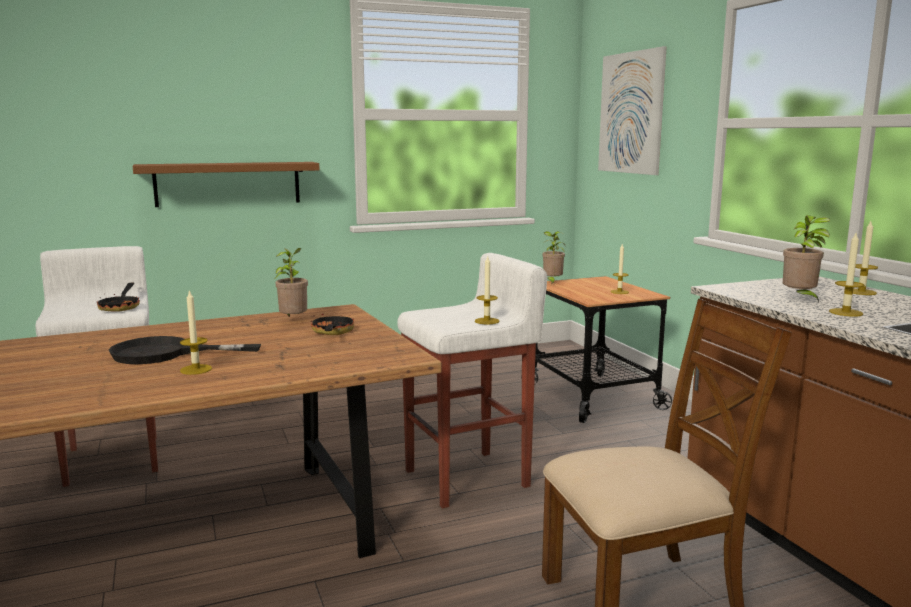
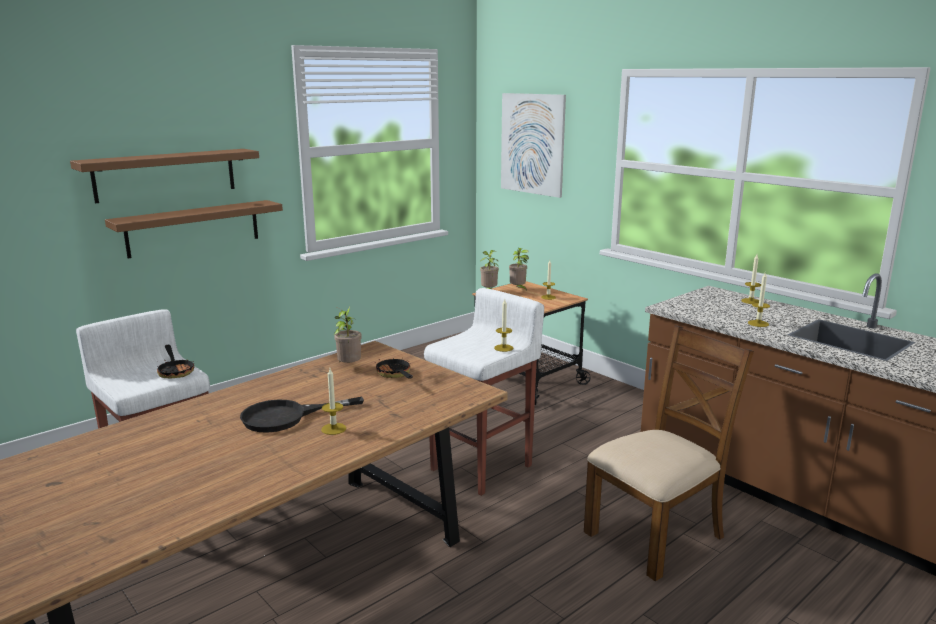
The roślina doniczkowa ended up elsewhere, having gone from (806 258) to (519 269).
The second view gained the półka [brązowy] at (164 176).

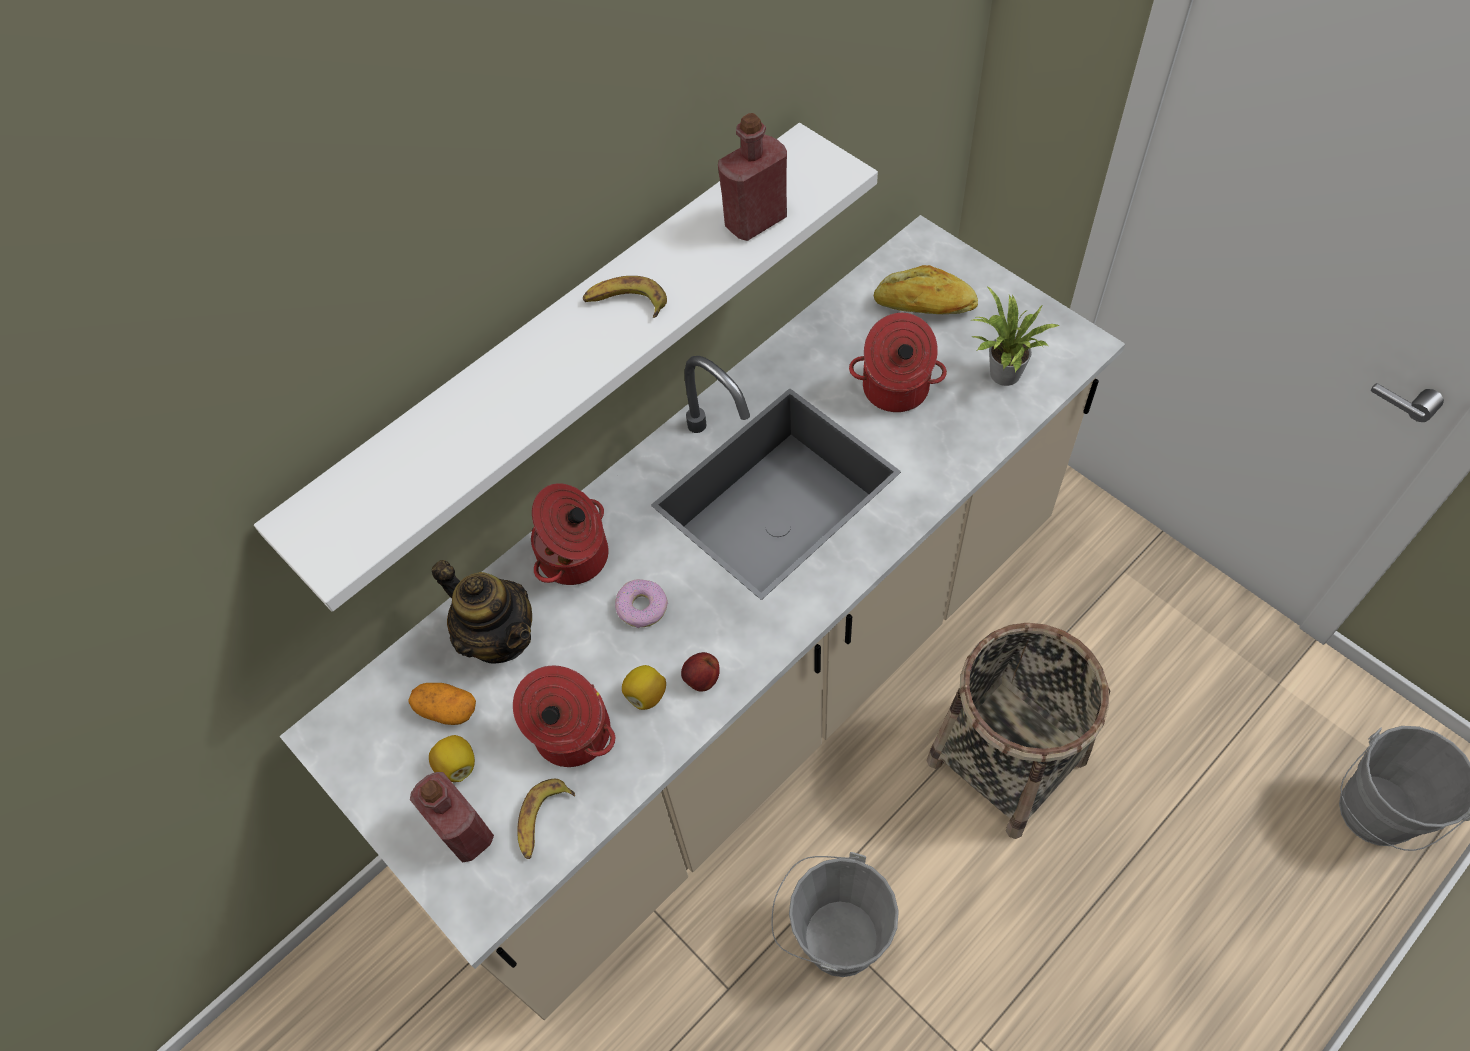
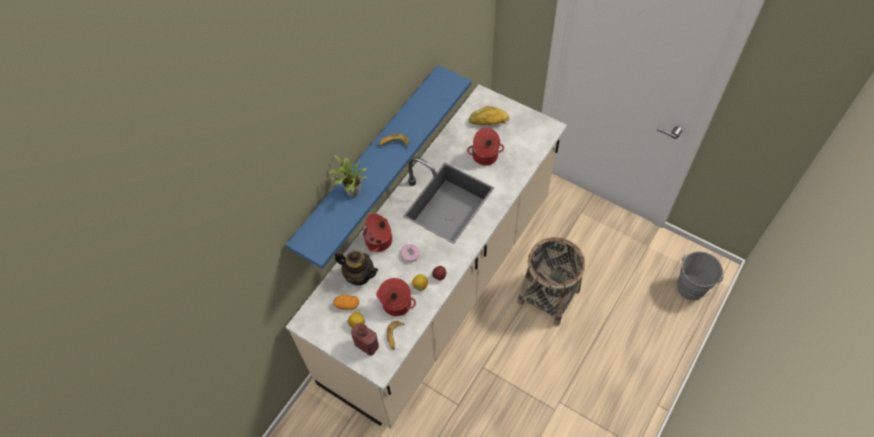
The second view lost the butelka [czerwony] at (752 177).
What was the półka [biały] at (566 367) turned into the półka [niebieski] at (378 167).
The roślina doniczkowa ended up elsewhere, having gone from (1016 336) to (347 176).
The second view lost the wiadro [szary] at (835 914).

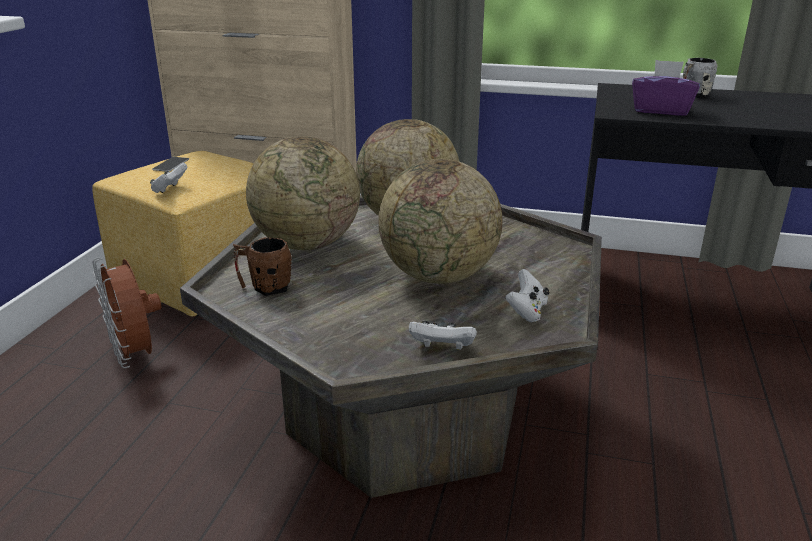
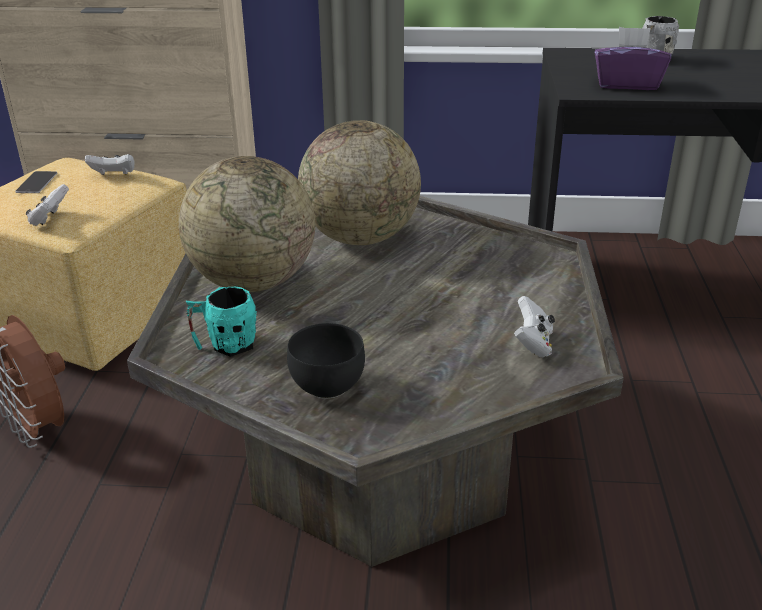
The second view lost the globus at (440 221).
What was the kubek [brązowy] at (262 266) turned into the kubek [turkusowy] at (221 322).
The pad do gier [biały] ended up elsewhere, having gone from (443 335) to (110 164).
The second view gained the miska [czarny] at (326 361).

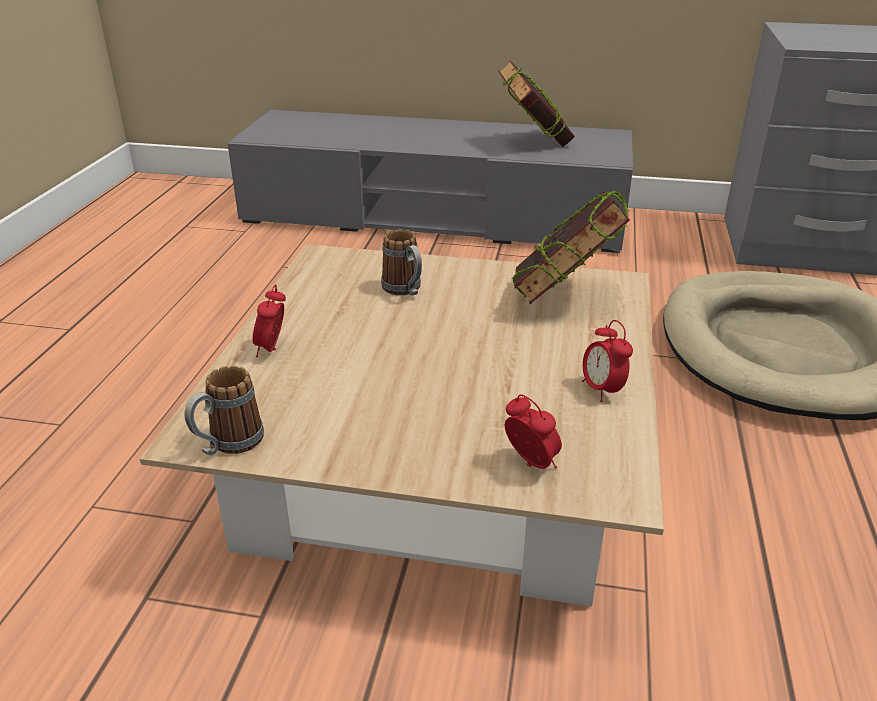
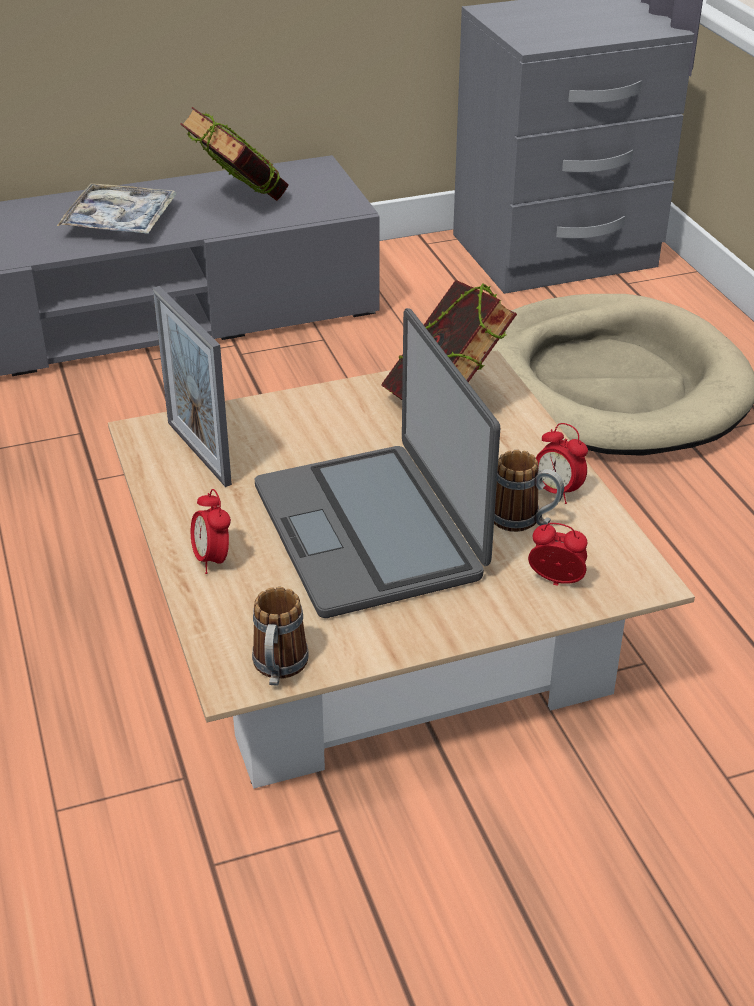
The kubek ended up elsewhere, having gone from (401 262) to (529 491).
The second view gained the taca at (116 208).
The second view gained the ramka na zdjęcie at (192 386).
The second view gained the laptop at (377 463).

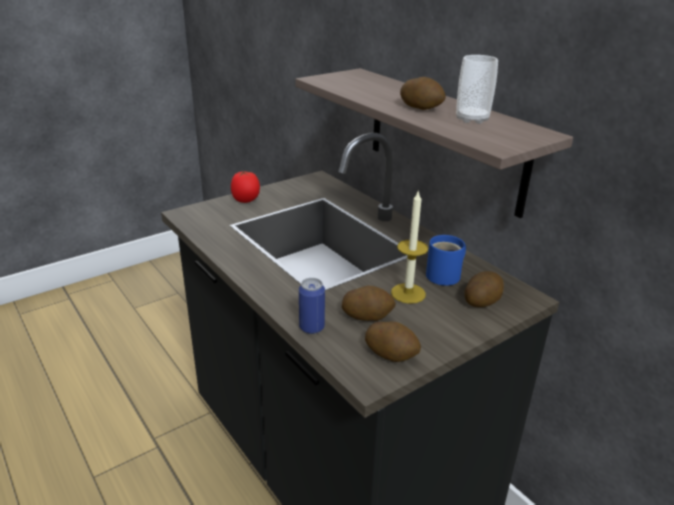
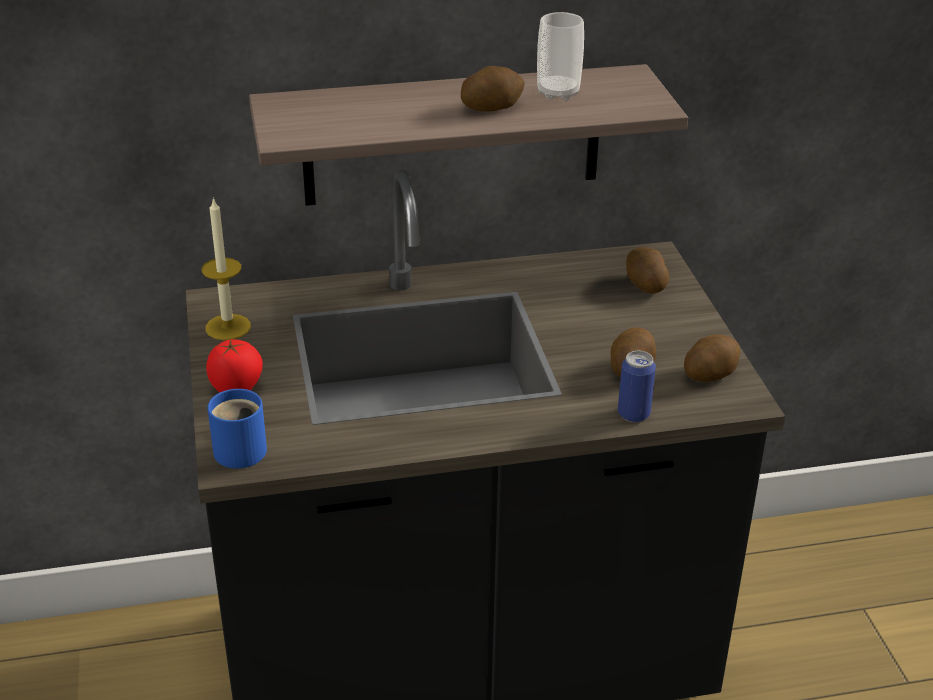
The świeca ended up elsewhere, having gone from (409 247) to (226 268).
The kubek [niebieski] ended up elsewhere, having gone from (446 260) to (237 429).

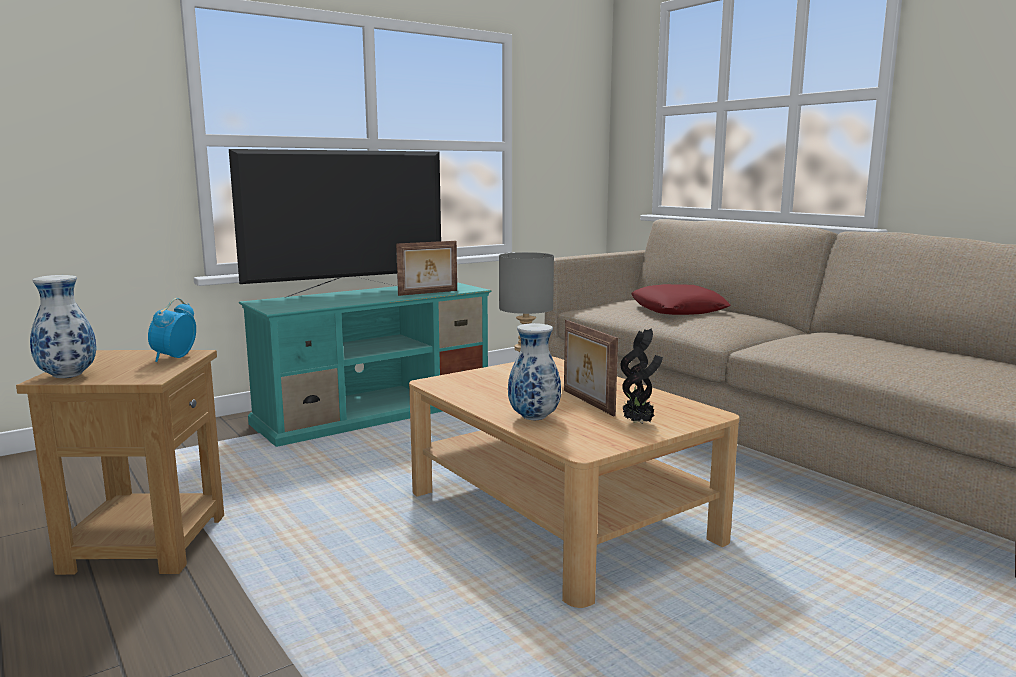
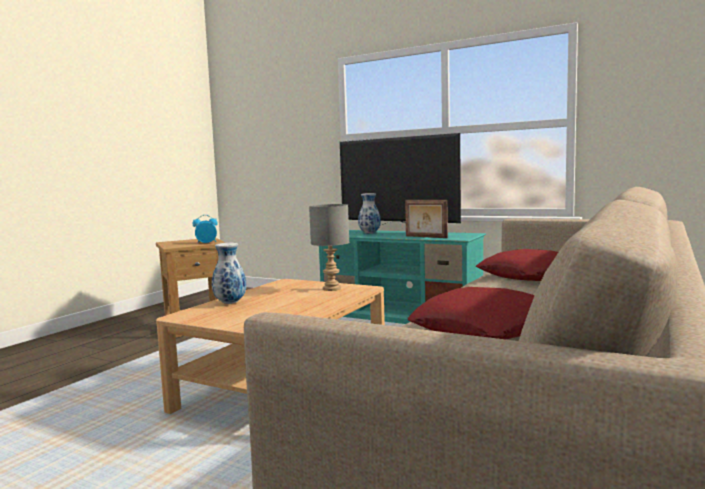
The wazon ended up elsewhere, having gone from (63 326) to (369 213).
The second view lost the ramka na zdjęcie at (591 368).
The second view lost the roślina doniczkowa at (641 376).
The second view gained the poduszka [czerwony] at (471 313).

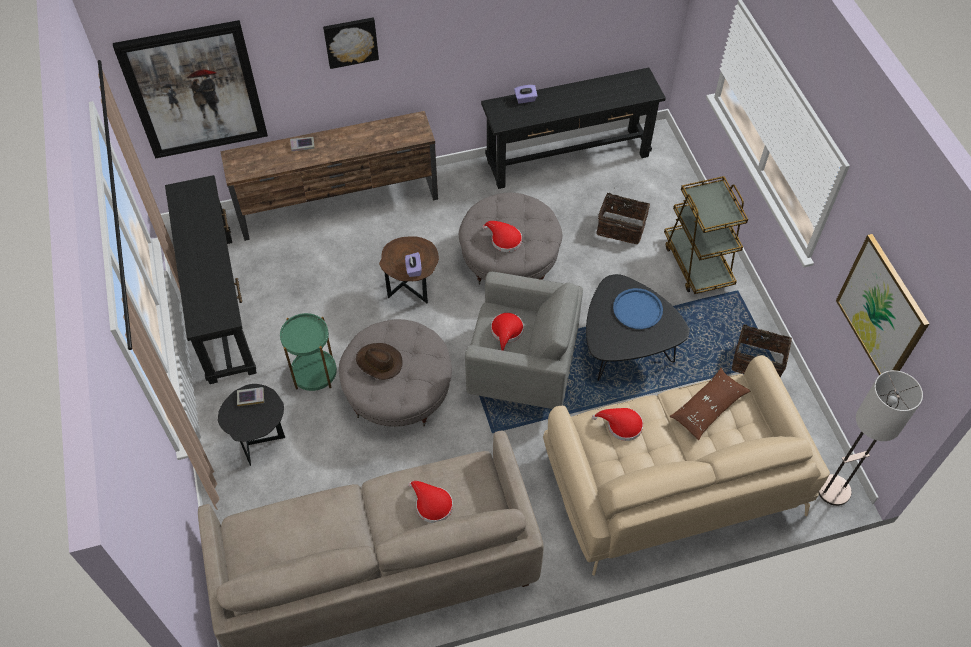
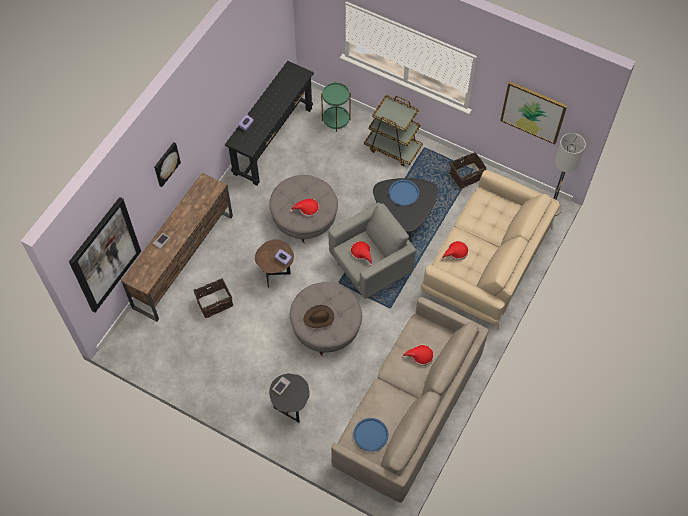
The second view lost the stolik konsolowy [czarny] at (211 279).
The koszyk ended up elsewhere, having gone from (623 218) to (213 298).
The stolik [zielony] ended up elsewhere, having gone from (308 352) to (336 106).
The second view lost the poduszka [brązowy] at (709 404).
The second view gained the taca [niebieski] at (371 435).

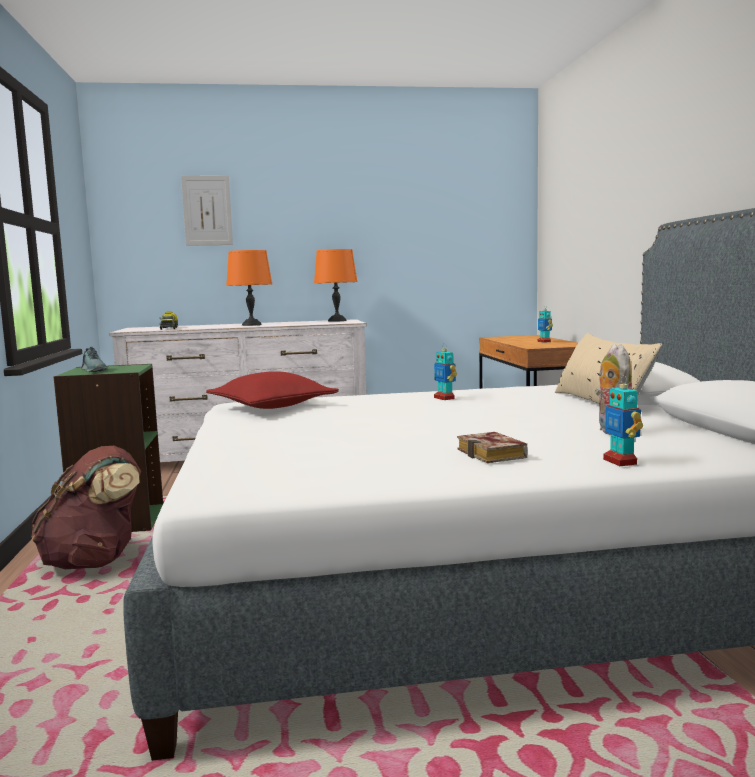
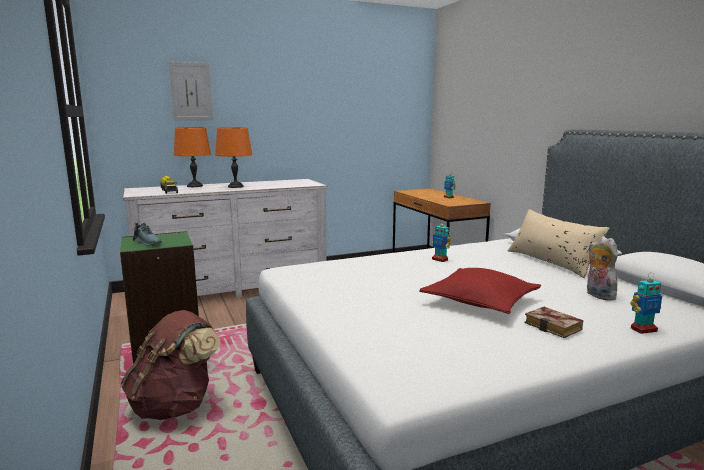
The lampa stołowa [pomarańczowy] ended up elsewhere, having gone from (335 285) to (192 157).
The poduszka [czerwony] ended up elsewhere, having gone from (272 390) to (480 291).
The robot zabawkowy at (623 420) ended up facing another way, 75 degrees counterclockwise from before.

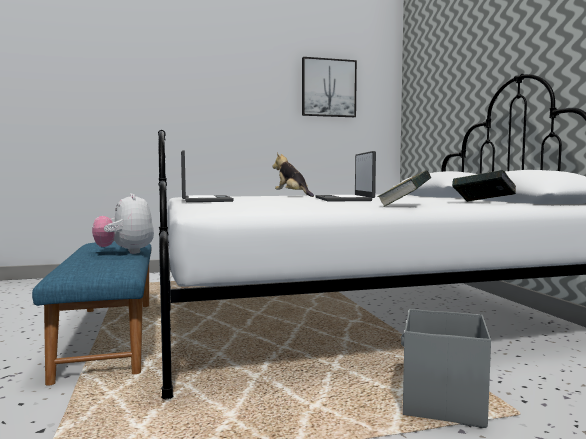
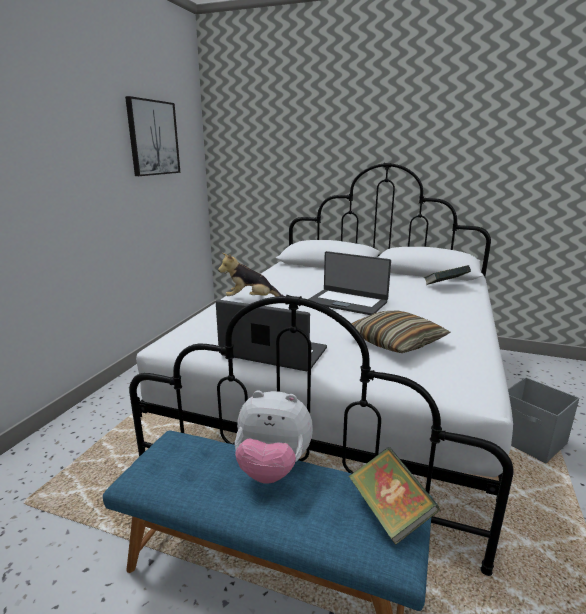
The książka ended up elsewhere, having gone from (404 188) to (394 496).
The second view gained the poduszka at (400 332).

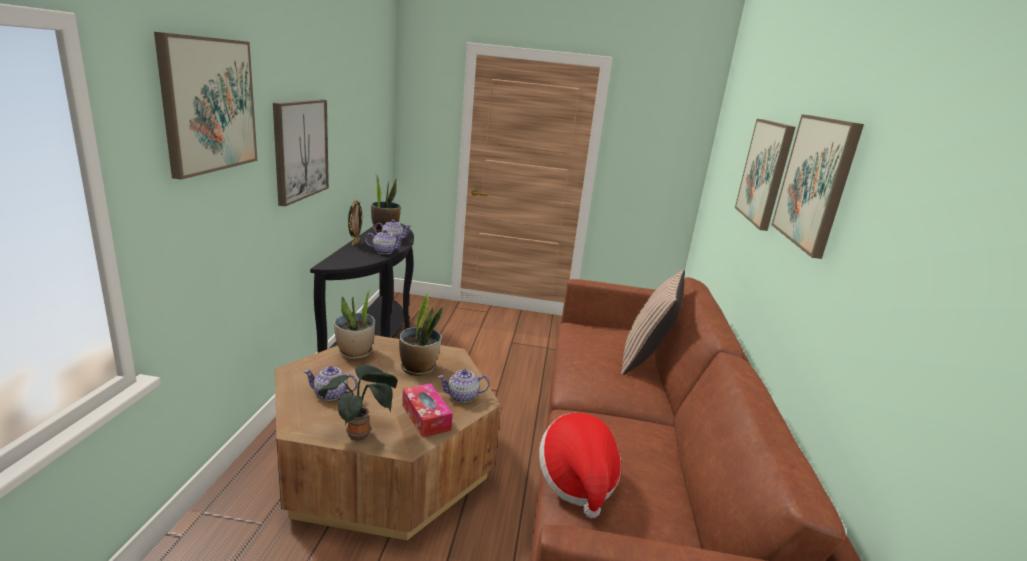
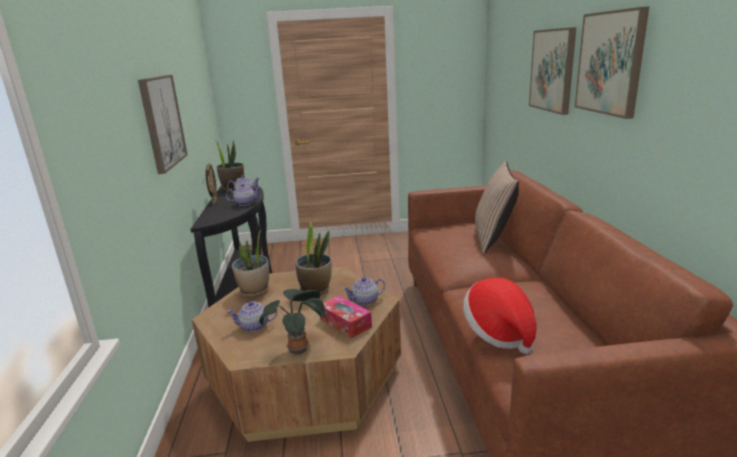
The second view lost the obraz at (205 106).

